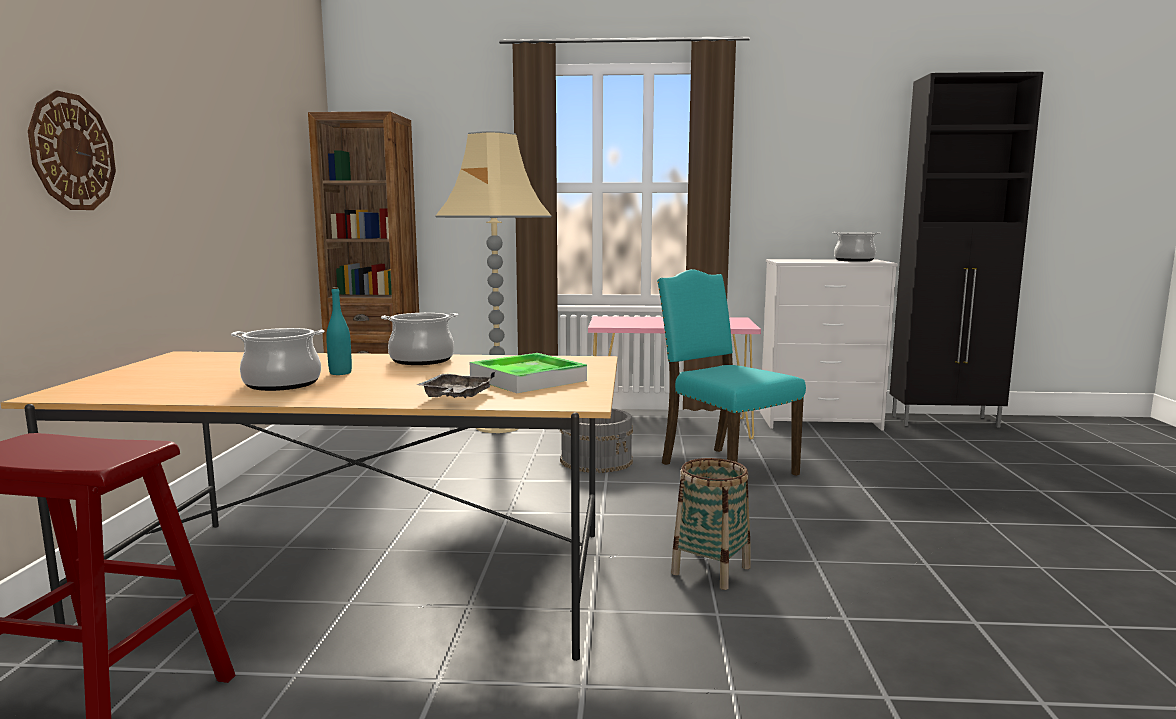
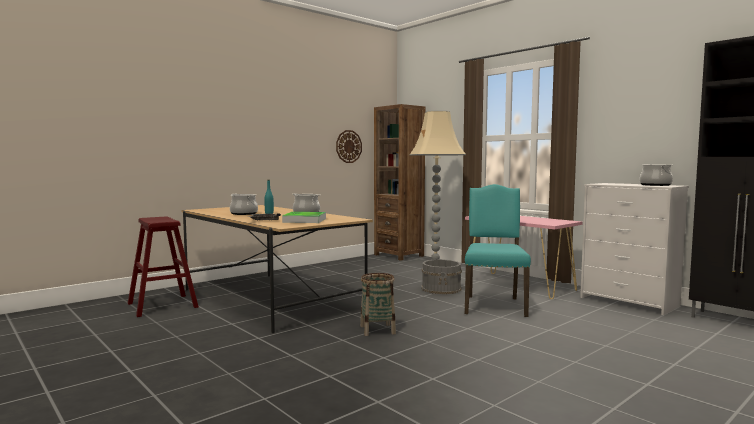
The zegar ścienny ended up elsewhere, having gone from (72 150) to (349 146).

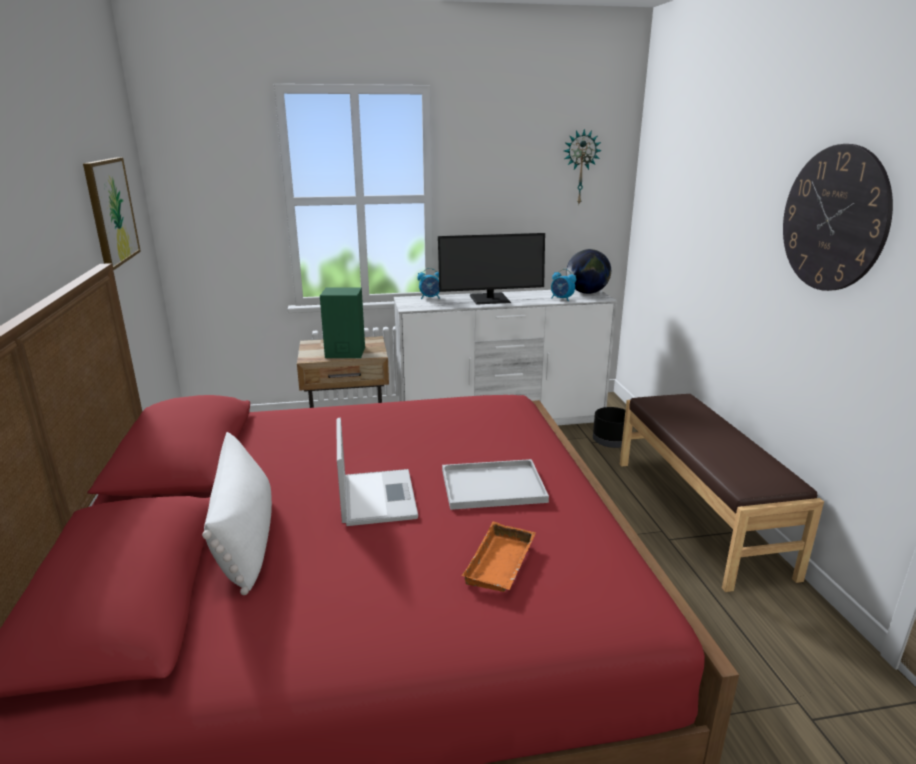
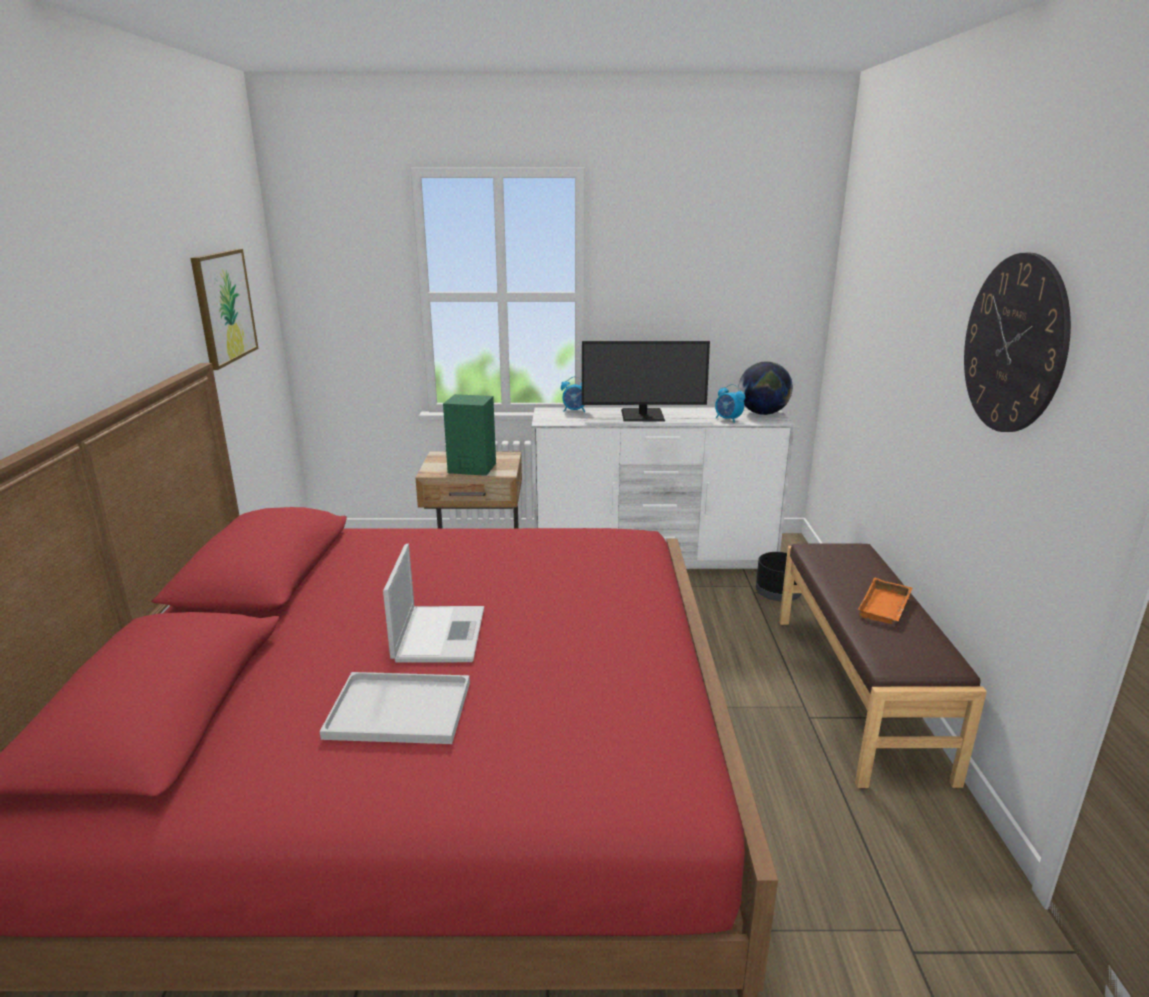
The second view lost the zegar ścienny at (583 166).
The second view lost the poduszka [biały] at (237 513).
The taca [biały] ended up elsewhere, having gone from (495 484) to (395 708).
The taca [pomarańczowy] ended up elsewhere, having gone from (498 557) to (885 601).

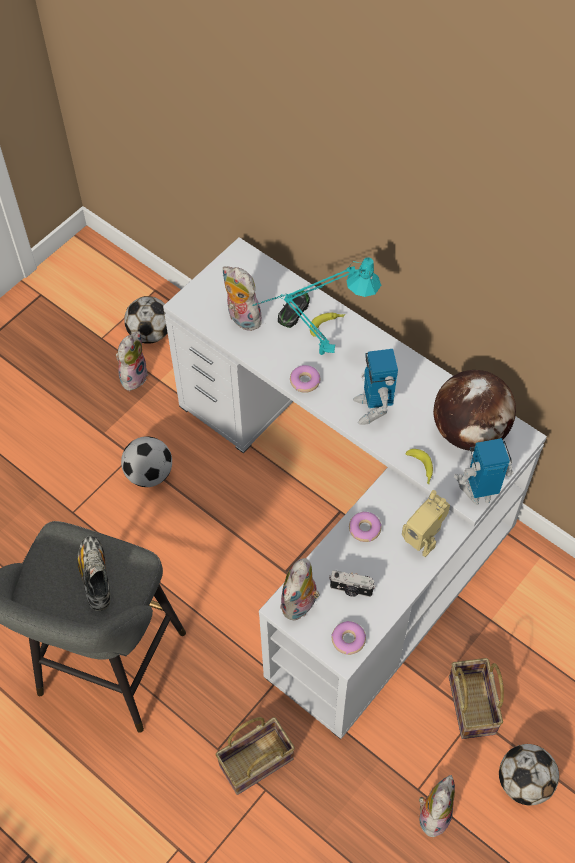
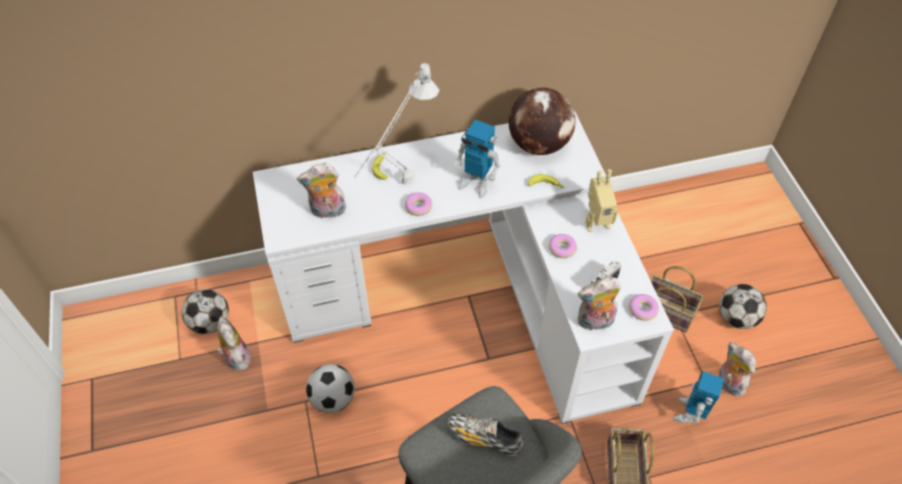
What was the lampa stołowa [turkusowy] at (317 306) turned into the lampa stołowa [szary] at (396 123).
The second view lost the samochodzik at (294 309).
The robot zabawkowy ended up elsewhere, having gone from (484 471) to (698 397).
The pluszak at (300 589) ended up facing another way, 105 degrees clockwise from before.

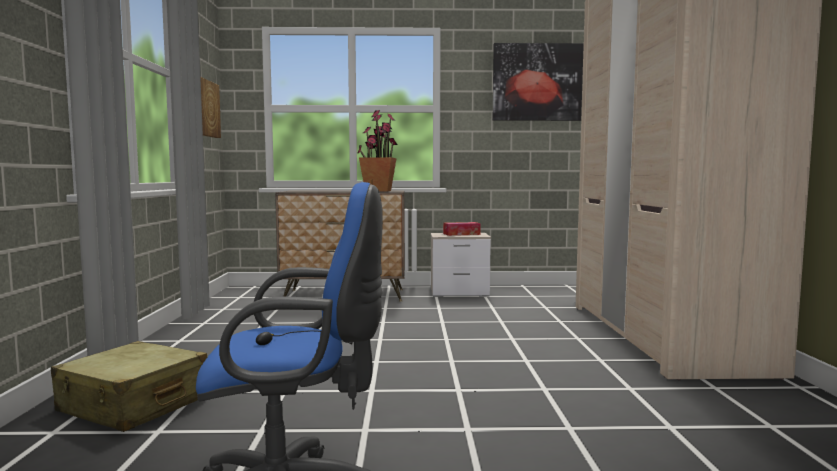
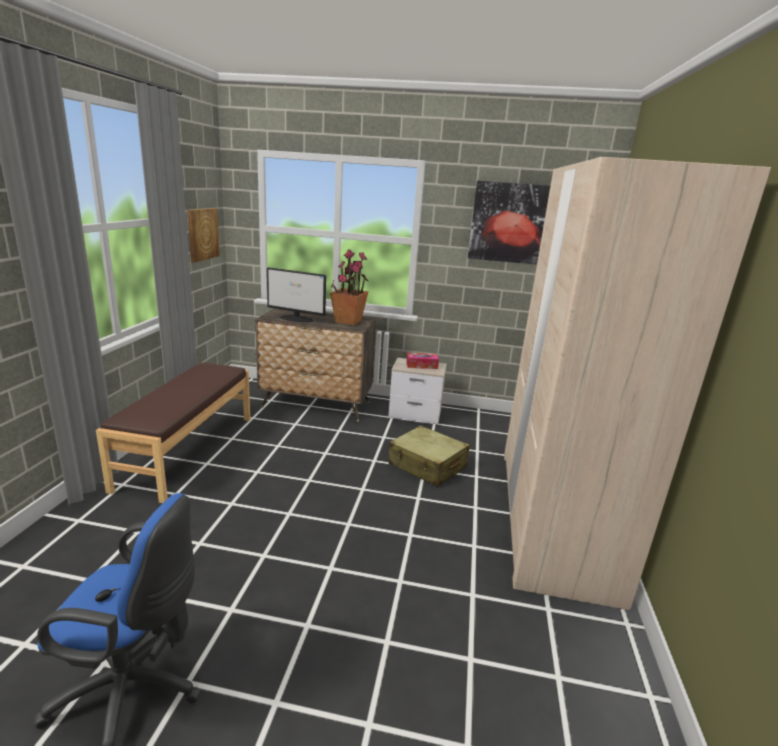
The walizka [beżowy] ended up elsewhere, having gone from (129 386) to (429 456).
The second view gained the monitor at (296 294).
The second view gained the ławka [brązowy] at (173 432).

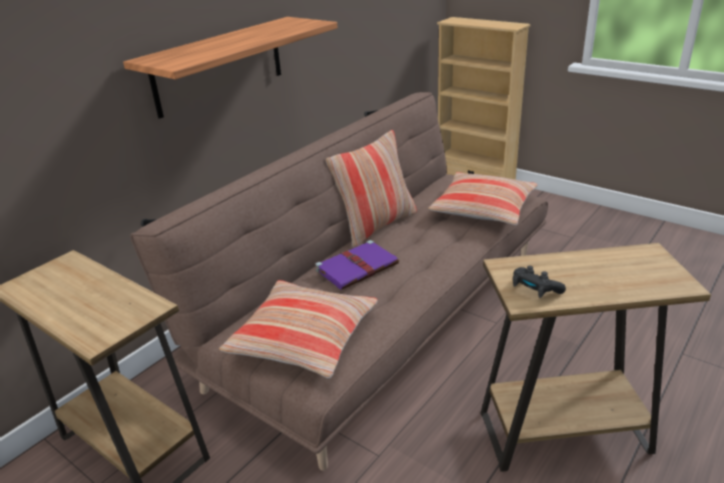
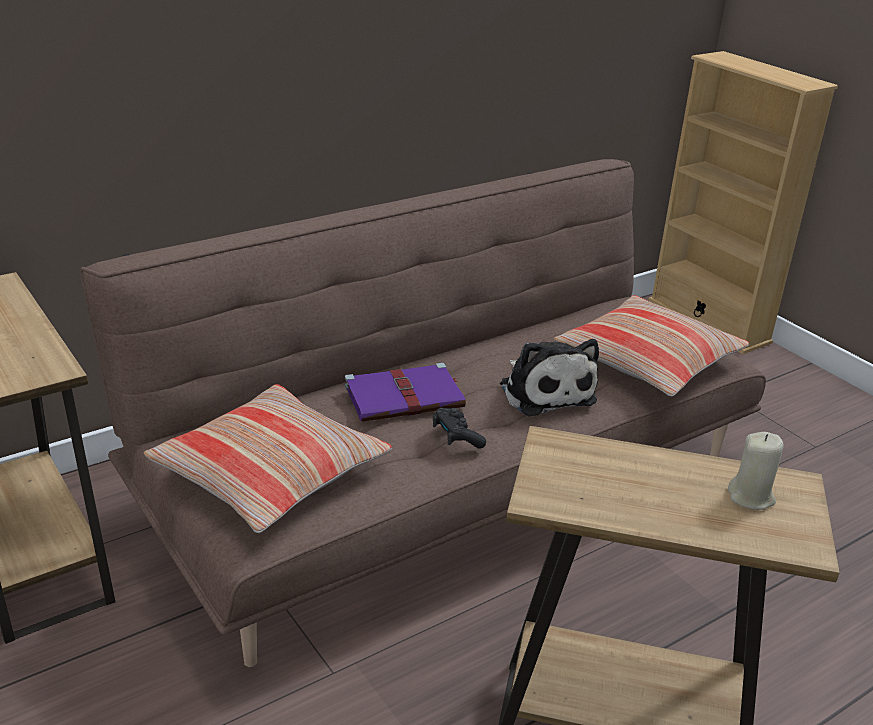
The second view lost the półka at (230 68).
The second view lost the poduszka at (371 188).
The pad do gier [czarny] ended up elsewhere, having gone from (539 282) to (459 428).
The second view gained the pluszak at (549 377).
The second view gained the świeca [beżowy] at (756 471).

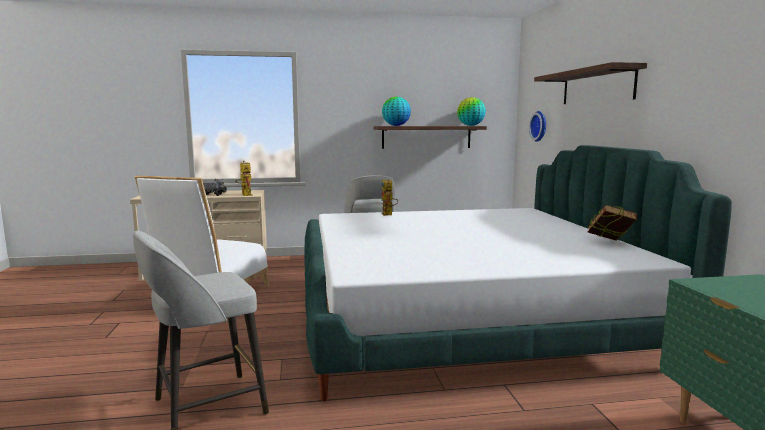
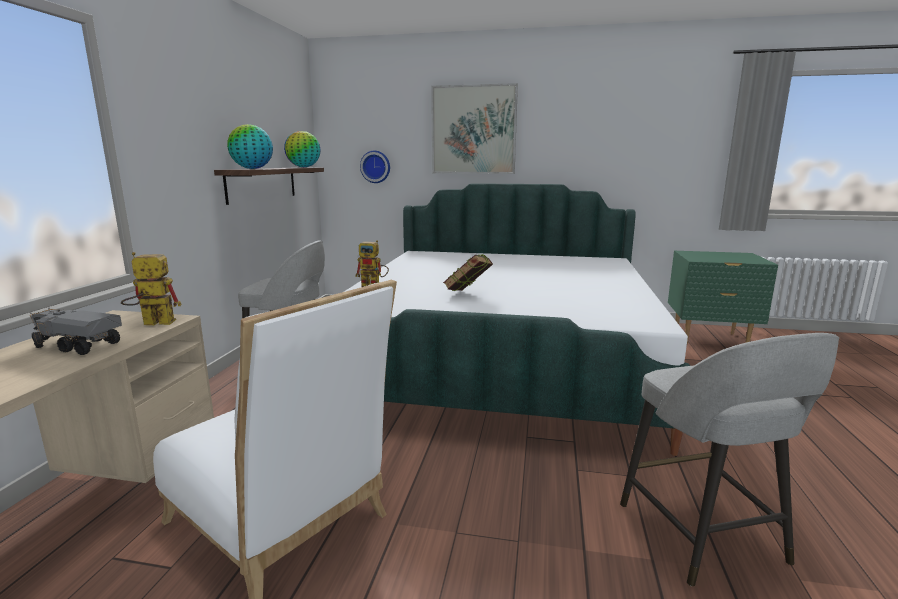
Where the półka hung at (590 83), the obraz came to hang at (474 128).
The książka ended up elsewhere, having gone from (612 223) to (468 272).

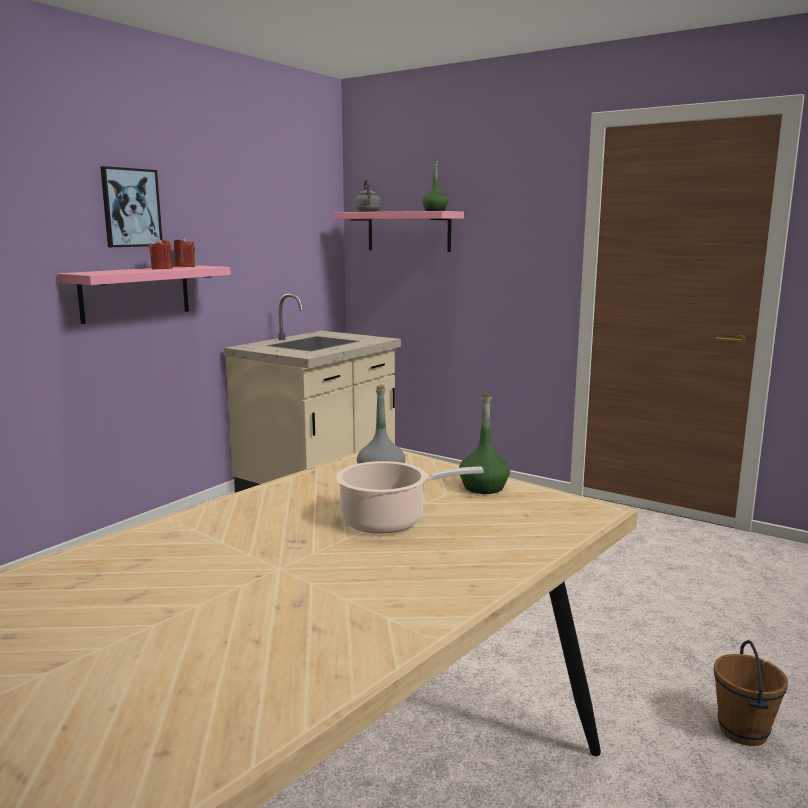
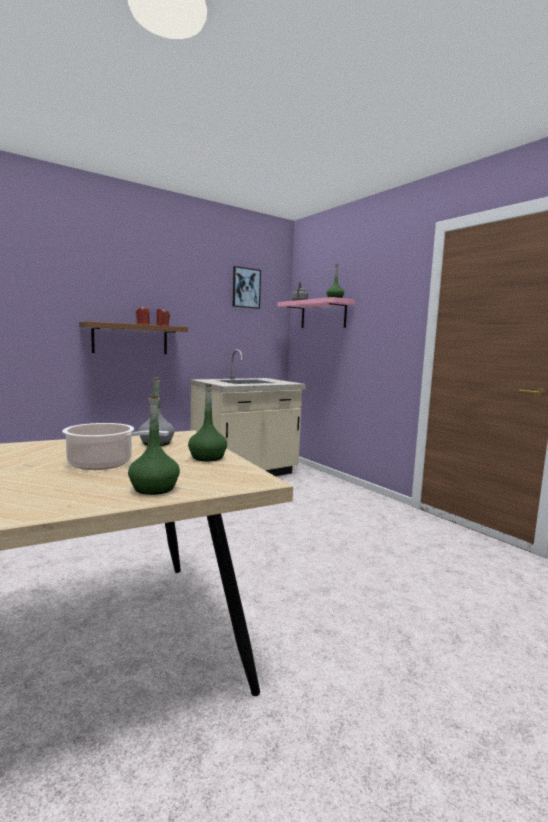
The obraz ended up elsewhere, having gone from (131 206) to (247 287).
What was the półka [różowy] at (144 295) turned into the półka [brązowy] at (133 337).
The second view lost the wiadro [brązowy] at (751 693).
The second view gained the butelka [zielony] at (154 445).

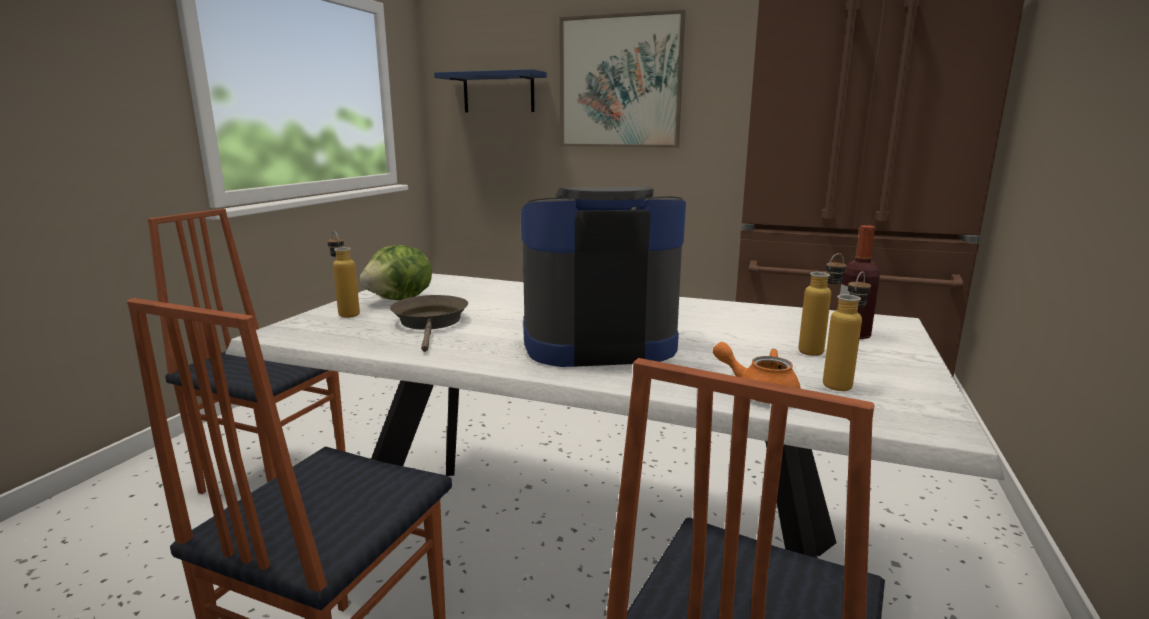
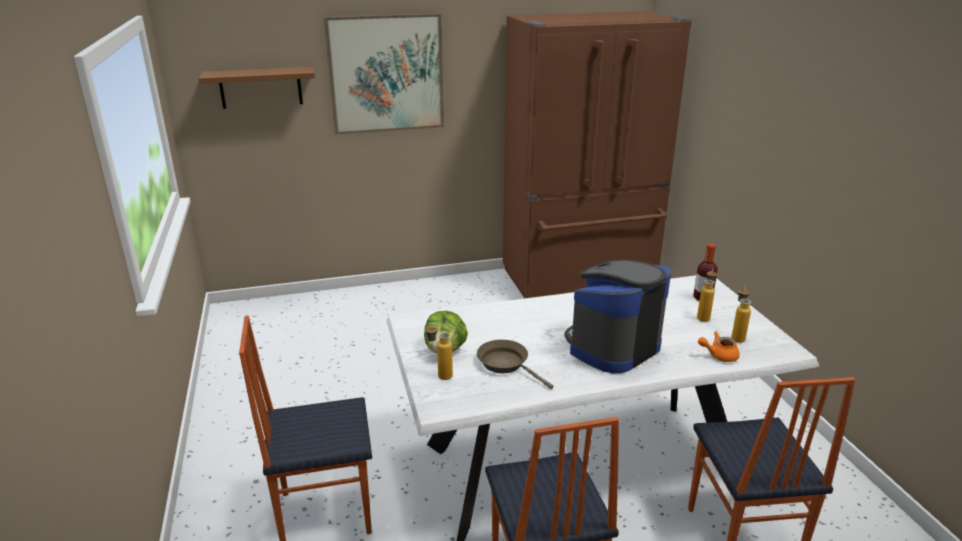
What was the półka [niebieski] at (490 90) turned into the półka [brązowy] at (257 88).

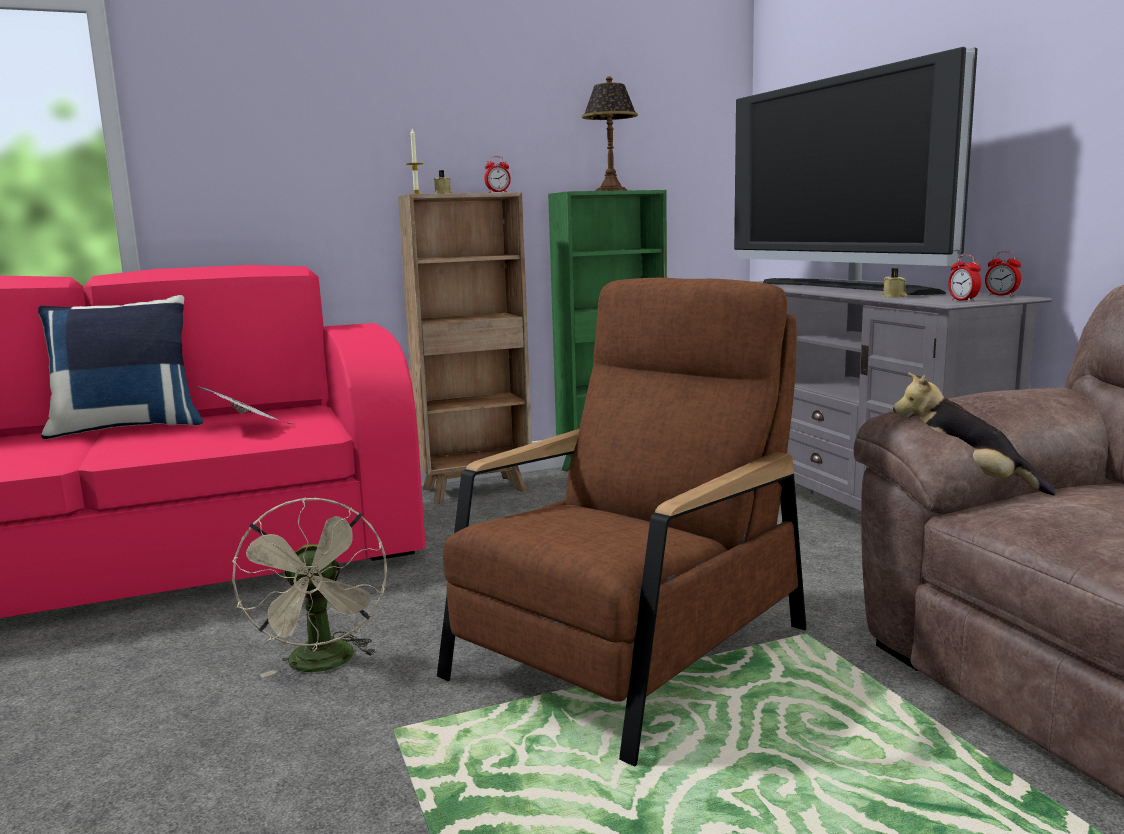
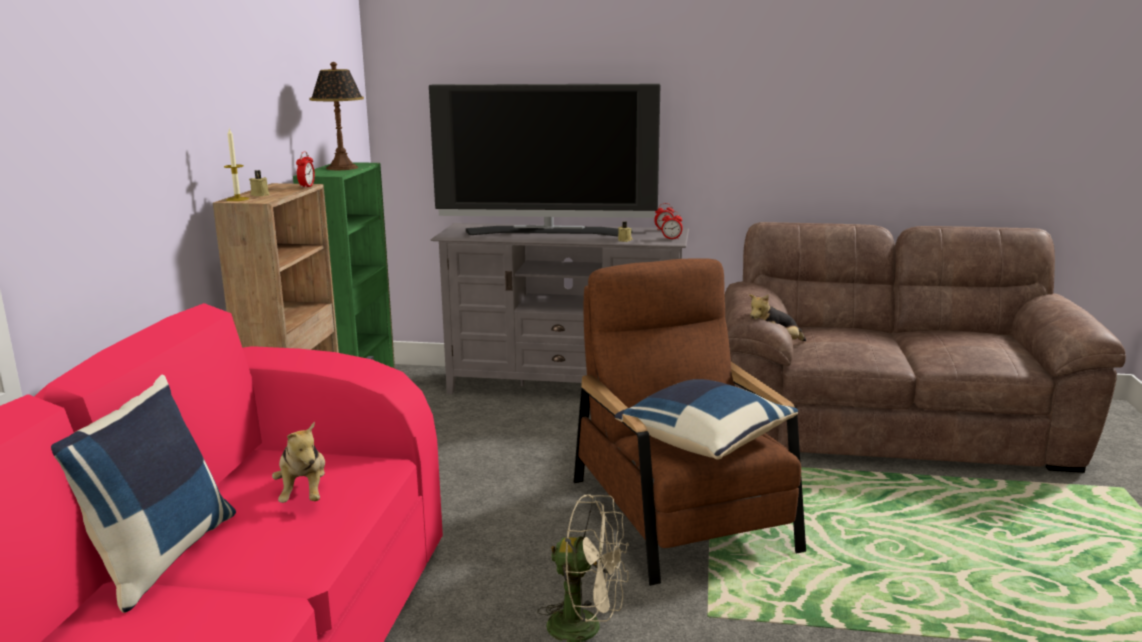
Where the gazeta stood at (243 405), the pluszak came to stand at (298 462).
The second view gained the poduszka [niebieski] at (706 419).

